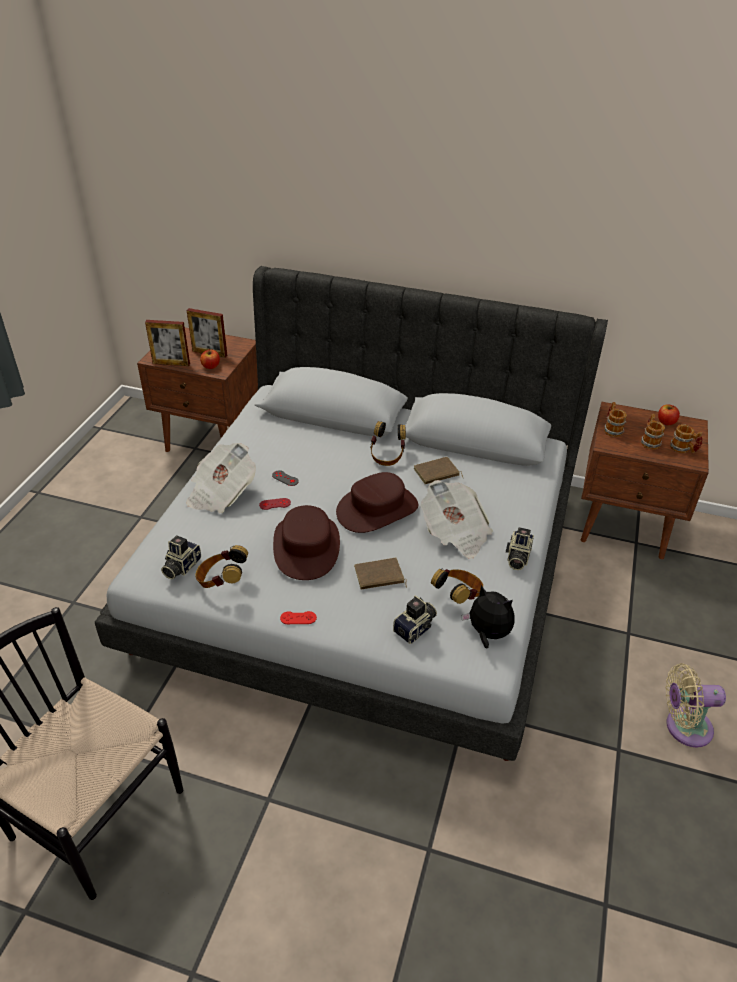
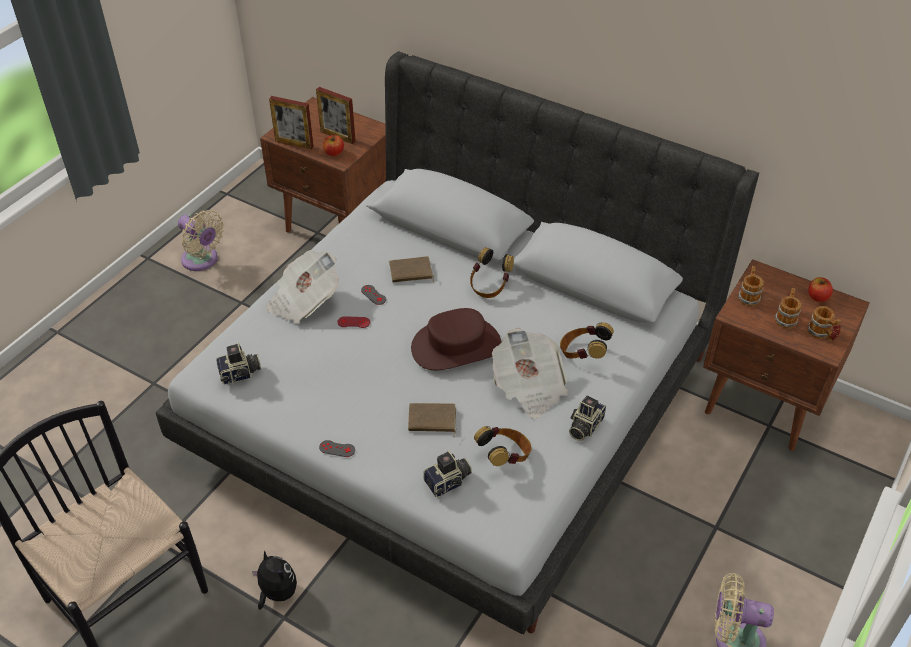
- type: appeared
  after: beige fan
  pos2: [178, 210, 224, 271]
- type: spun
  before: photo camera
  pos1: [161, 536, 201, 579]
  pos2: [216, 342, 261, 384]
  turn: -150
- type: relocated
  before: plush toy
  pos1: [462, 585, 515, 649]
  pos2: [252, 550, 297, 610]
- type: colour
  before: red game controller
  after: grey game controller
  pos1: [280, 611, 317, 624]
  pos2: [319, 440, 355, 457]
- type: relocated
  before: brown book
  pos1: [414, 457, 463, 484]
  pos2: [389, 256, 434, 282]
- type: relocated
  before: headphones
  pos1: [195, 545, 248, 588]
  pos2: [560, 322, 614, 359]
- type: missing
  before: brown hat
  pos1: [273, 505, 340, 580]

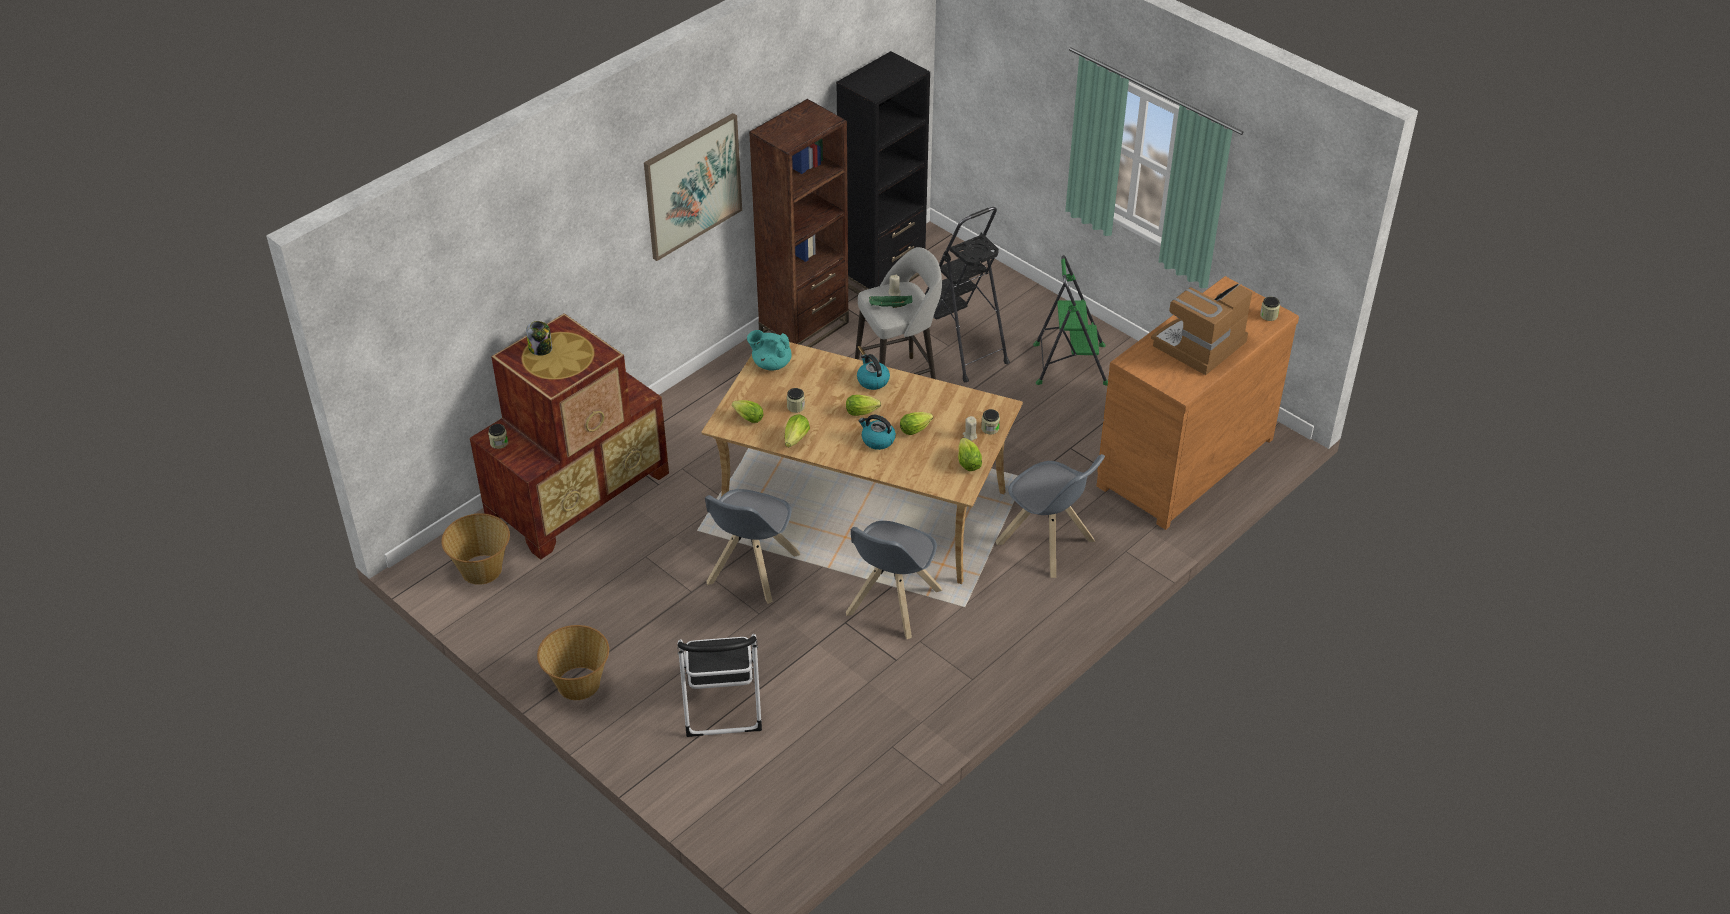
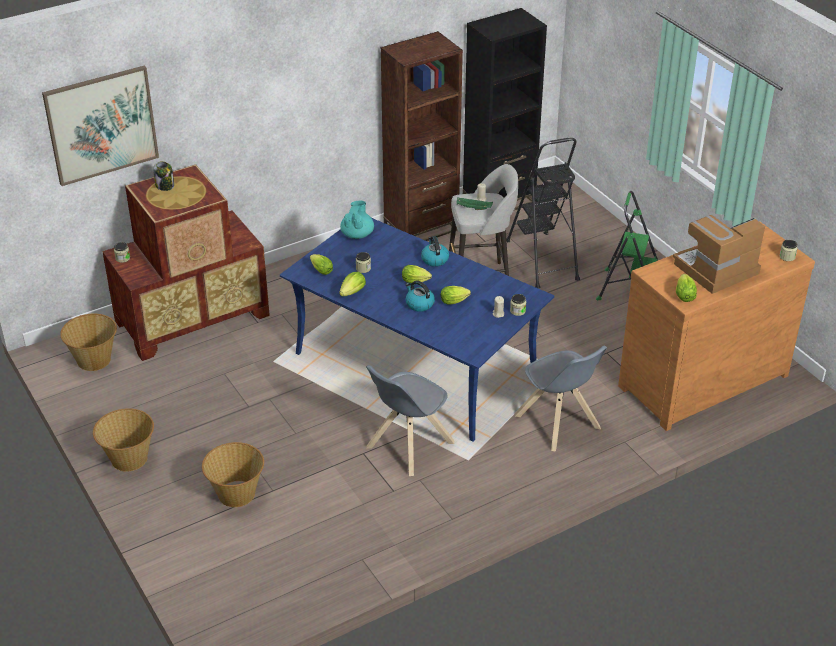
- type: relocated
  before: picture
  pos1: [644, 113, 742, 261]
  pos2: [42, 65, 159, 186]
- type: exchanged
  before: step ladder
  after: basket
  pos1: [678, 634, 762, 737]
  pos2: [202, 442, 264, 507]
- type: colour
  before: beige dining table
  after: blue dining table
  pos1: [701, 342, 1023, 584]
  pos2: [280, 218, 554, 442]
- type: spun
  before: turquoise teapot
  pos1: [747, 330, 792, 371]
  pos2: [340, 201, 374, 239]
  turn: 75
- type: relocated
  before: lettuce
  pos1: [958, 438, 982, 471]
  pos2: [676, 274, 697, 302]
- type: missing
  before: grey chair
  pos1: [705, 489, 800, 604]

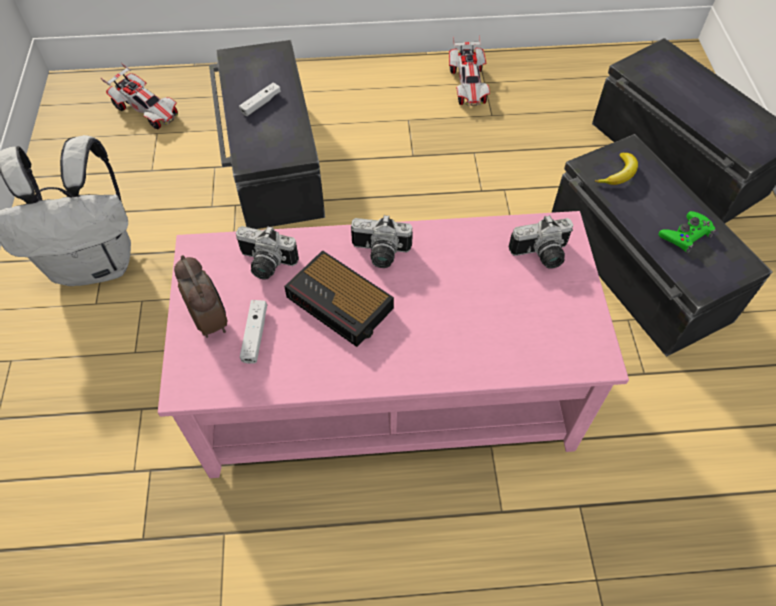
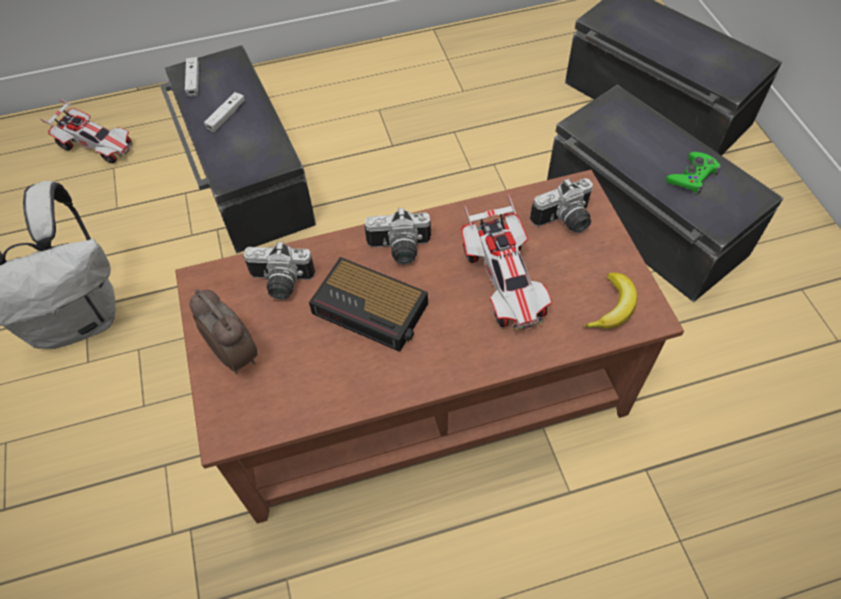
- type: colour
  before: pink coffee table
  after: brown coffee table
  pos1: [158, 211, 629, 478]
  pos2: [175, 170, 684, 524]
- type: relocated
  before: white game controller
  pos1: [240, 300, 267, 364]
  pos2: [185, 57, 199, 97]
- type: relocated
  before: toy car
  pos1: [449, 35, 490, 106]
  pos2: [461, 194, 552, 330]
- type: relocated
  before: banana
  pos1: [595, 153, 638, 185]
  pos2: [583, 273, 637, 329]

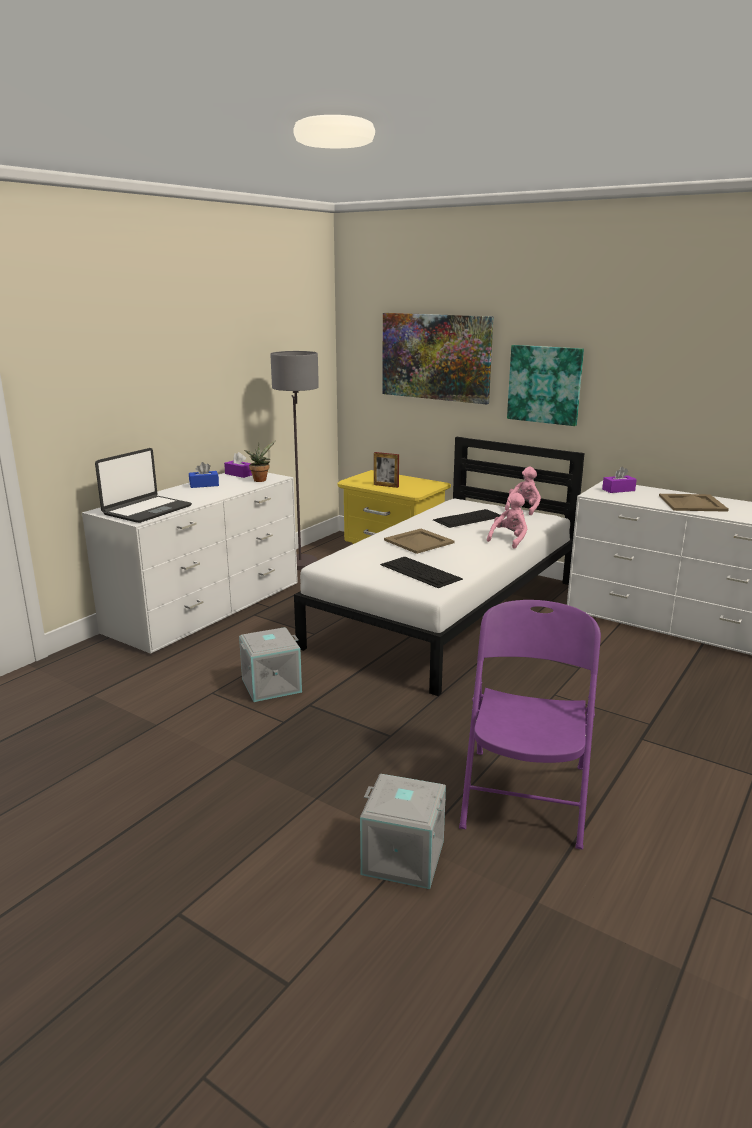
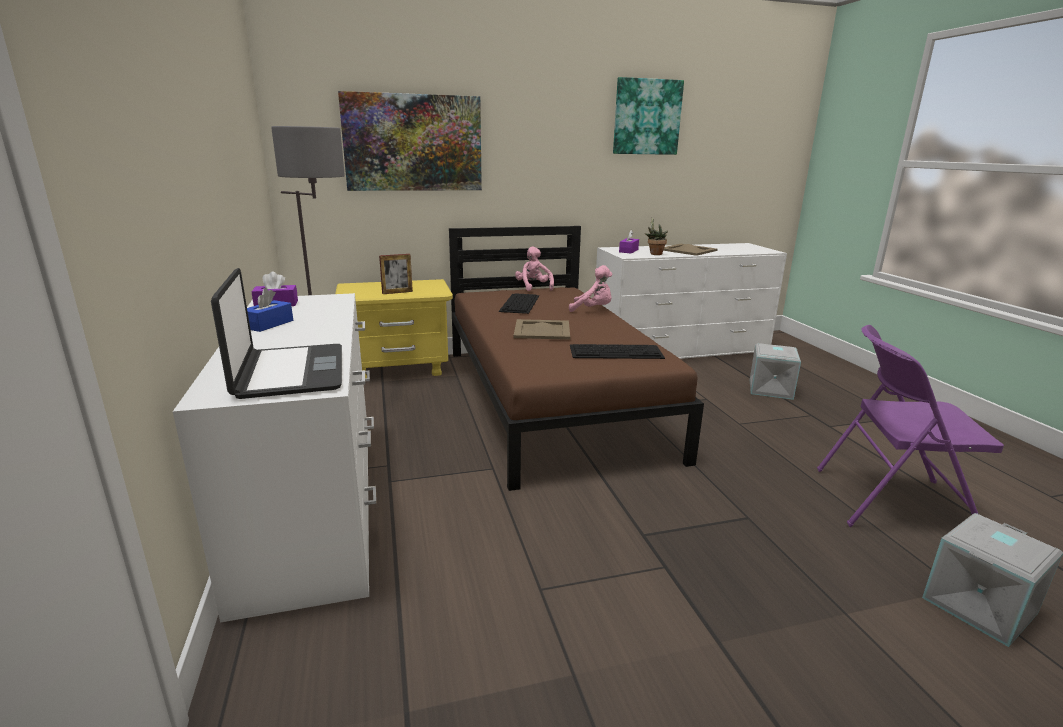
- type: colour
  before: white bed
  after: brown bed
  pos1: [294, 437, 585, 696]
  pos2: [449, 226, 704, 491]
- type: spun
  before: pink plush toy
  pos1: [487, 493, 527, 549]
  pos2: [569, 265, 612, 312]
  turn: 120
- type: relocated
  before: picture
  pos1: [507, 345, 584, 426]
  pos2: [613, 77, 684, 155]
- type: relocated
  before: potted plant
  pos1: [244, 441, 275, 482]
  pos2: [645, 217, 668, 255]
- type: relocated
  before: grey storage box
  pos1: [239, 627, 302, 702]
  pos2: [750, 343, 801, 400]
- type: spun
  before: purple chair
  pos1: [459, 600, 601, 850]
  pos2: [817, 325, 1004, 527]
  turn: -45

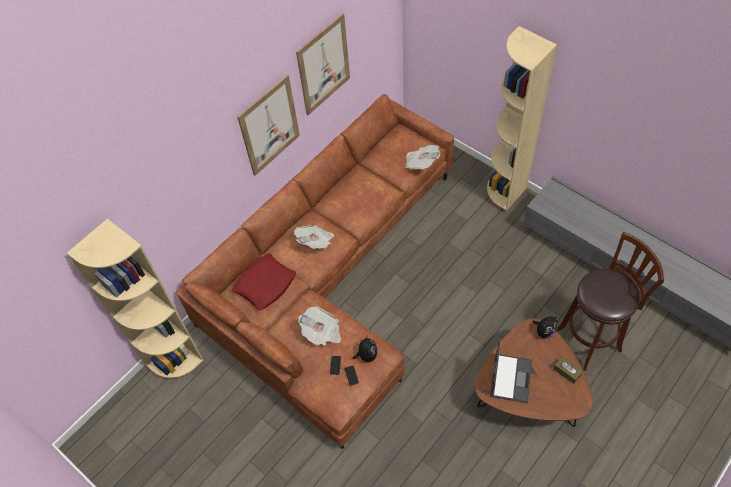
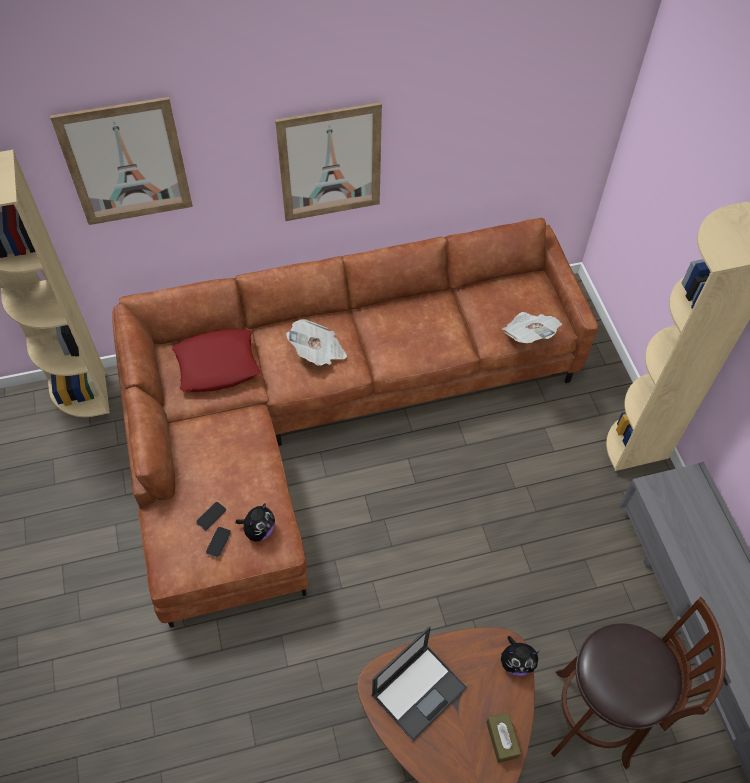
- type: relocated
  before: picture
  pos1: [296, 13, 350, 115]
  pos2: [50, 97, 193, 225]
- type: missing
  before: newspaper
  pos1: [298, 306, 341, 345]

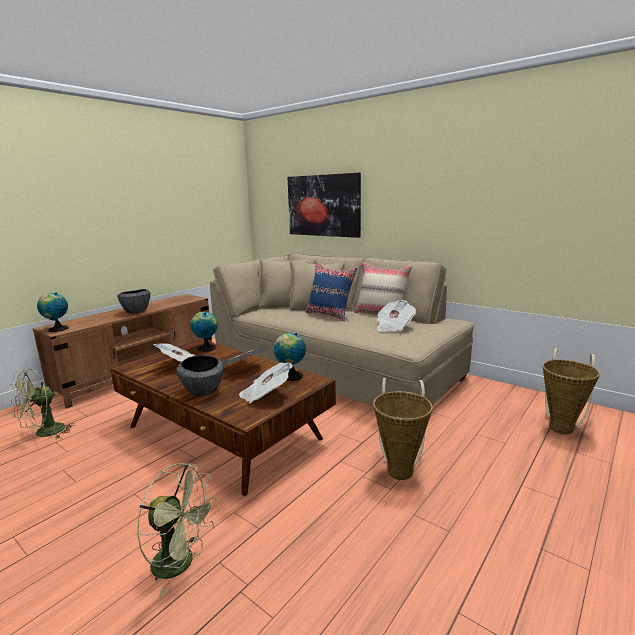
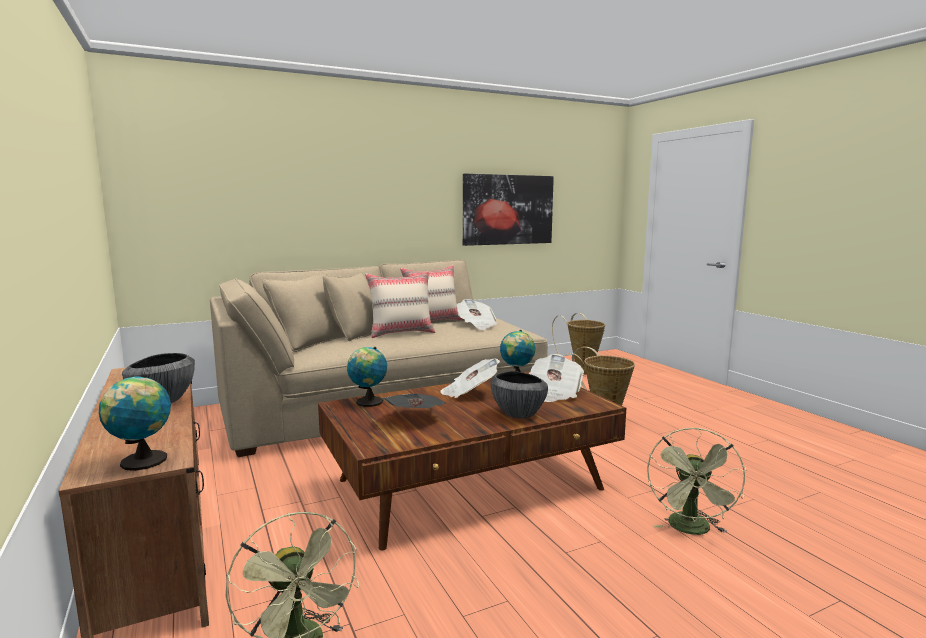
- type: colour
  before: blue pillow
  after: beige pillow
  pos1: [305, 263, 357, 322]
  pos2: [365, 271, 435, 338]
- type: relocated
  before: picture
  pos1: [287, 173, 361, 238]
  pos2: [463, 174, 554, 246]
- type: spun
  before: green fan
  pos1: [137, 463, 217, 596]
  pos2: [647, 428, 747, 535]
  turn: 150

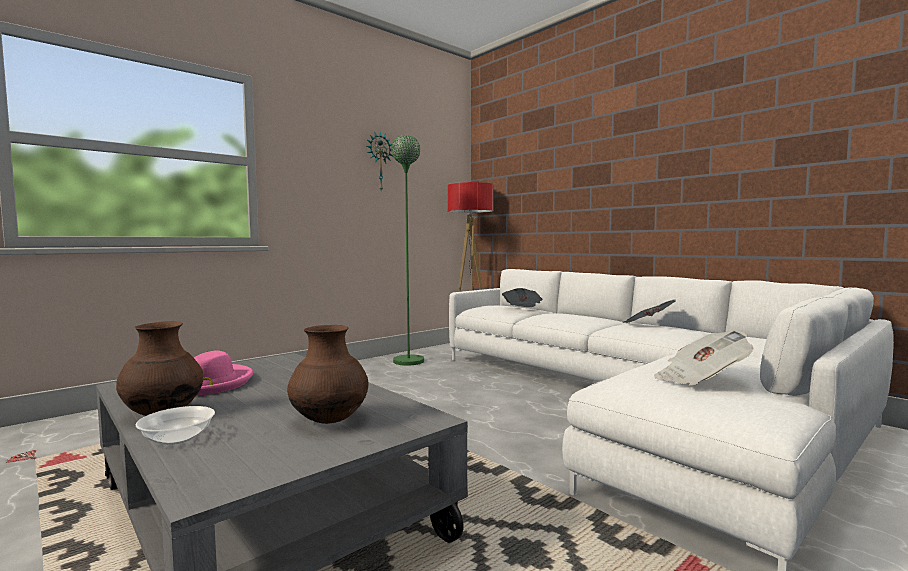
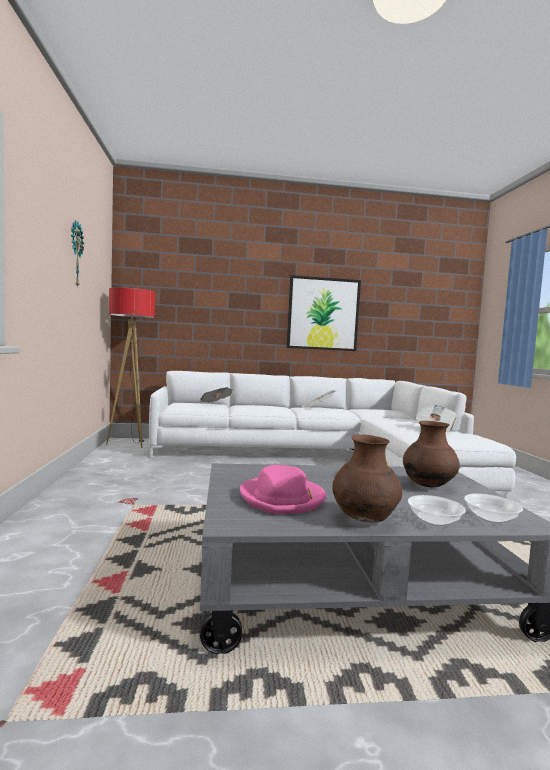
- type: appeared
  after: picture
  pos2: [287, 275, 361, 351]
- type: appeared
  after: bowl
  pos2: [464, 493, 523, 524]
- type: missing
  before: green floor lamp
  pos1: [391, 136, 424, 366]

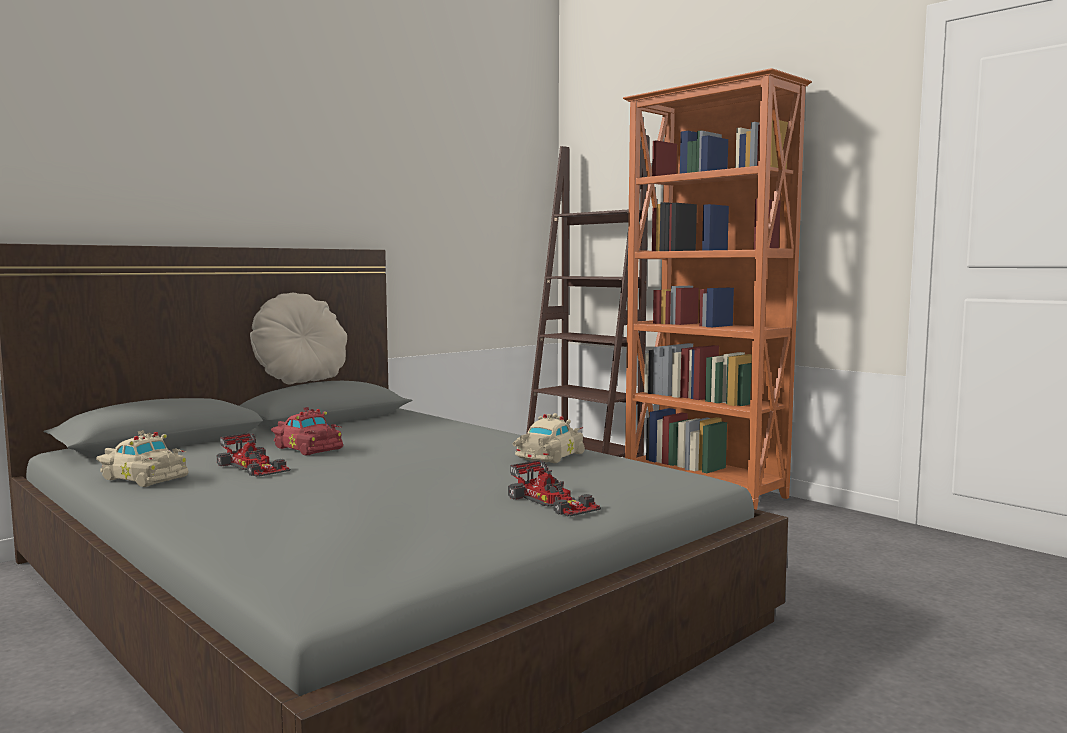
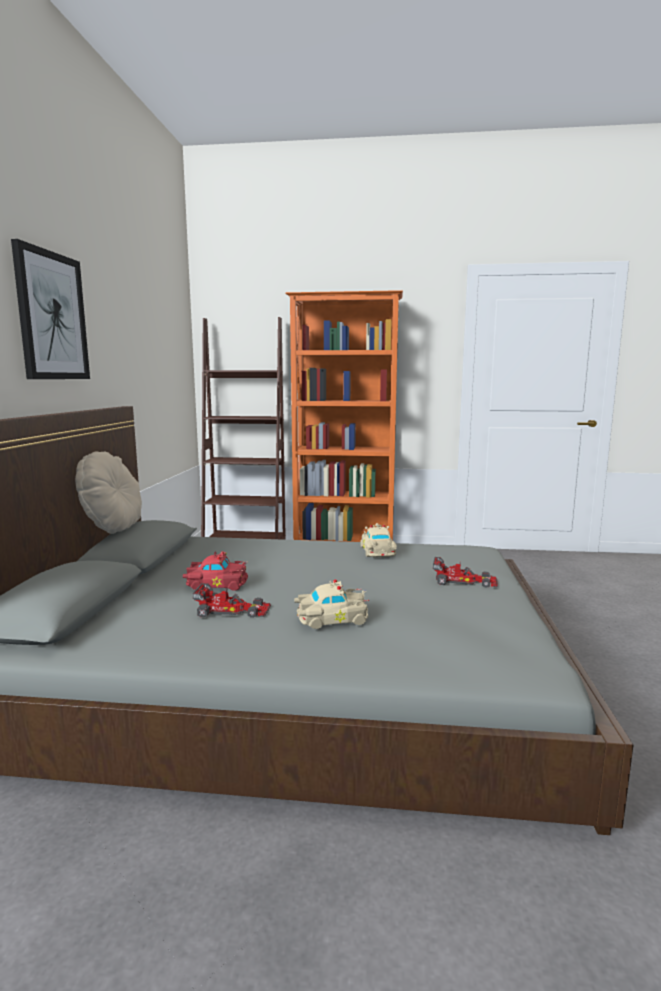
- type: appeared
  after: picture
  pos2: [11, 239, 90, 379]
- type: relocated
  before: beige toy car
  pos1: [96, 430, 188, 487]
  pos2: [294, 579, 369, 629]

